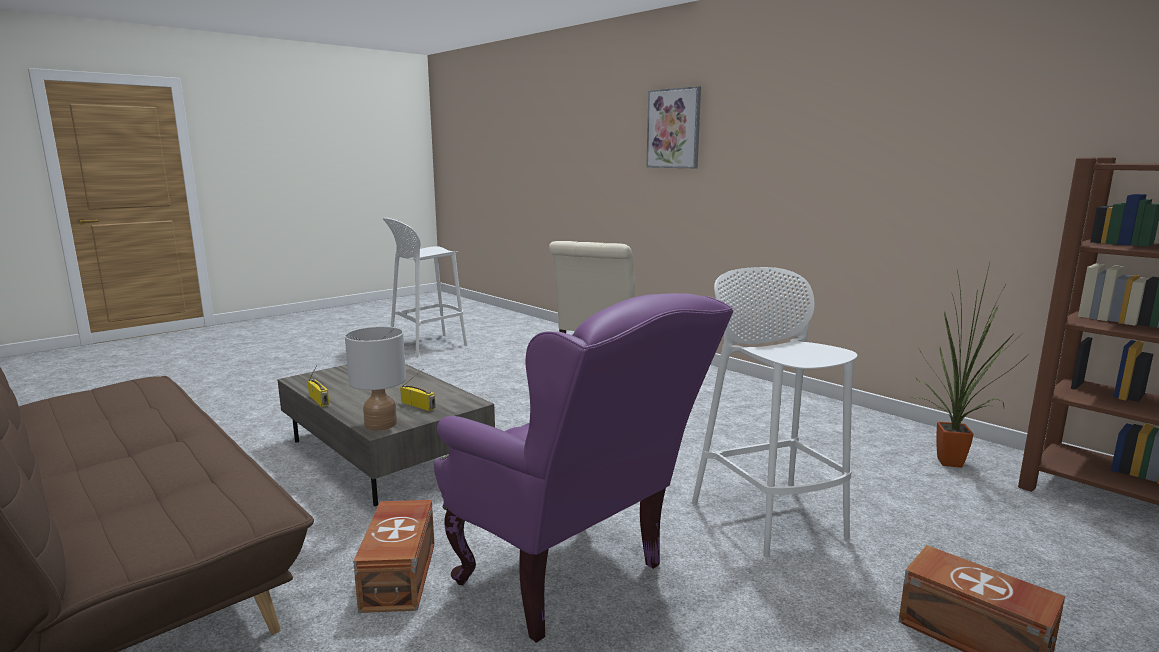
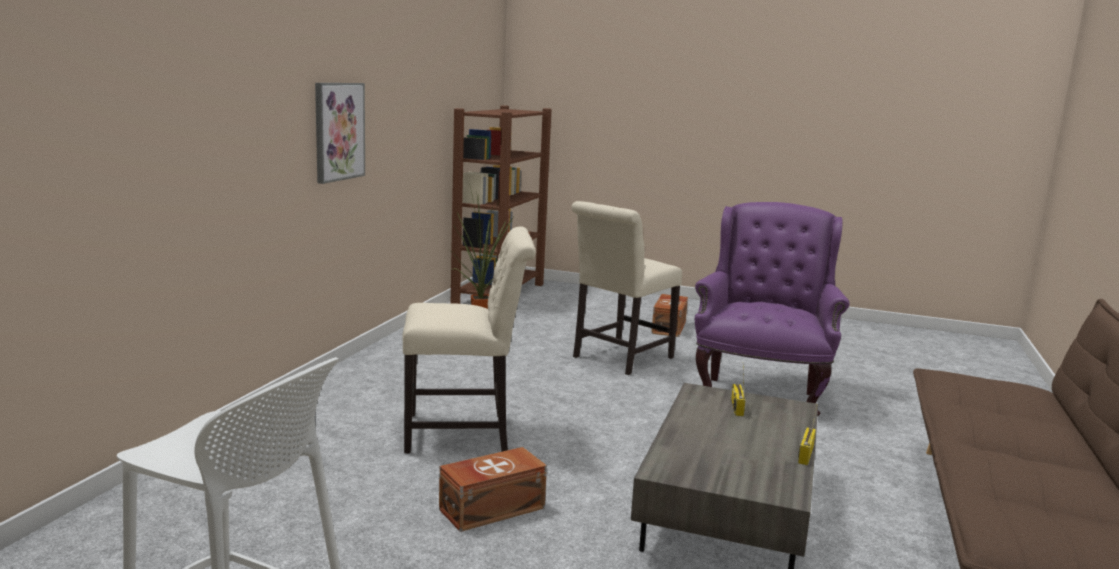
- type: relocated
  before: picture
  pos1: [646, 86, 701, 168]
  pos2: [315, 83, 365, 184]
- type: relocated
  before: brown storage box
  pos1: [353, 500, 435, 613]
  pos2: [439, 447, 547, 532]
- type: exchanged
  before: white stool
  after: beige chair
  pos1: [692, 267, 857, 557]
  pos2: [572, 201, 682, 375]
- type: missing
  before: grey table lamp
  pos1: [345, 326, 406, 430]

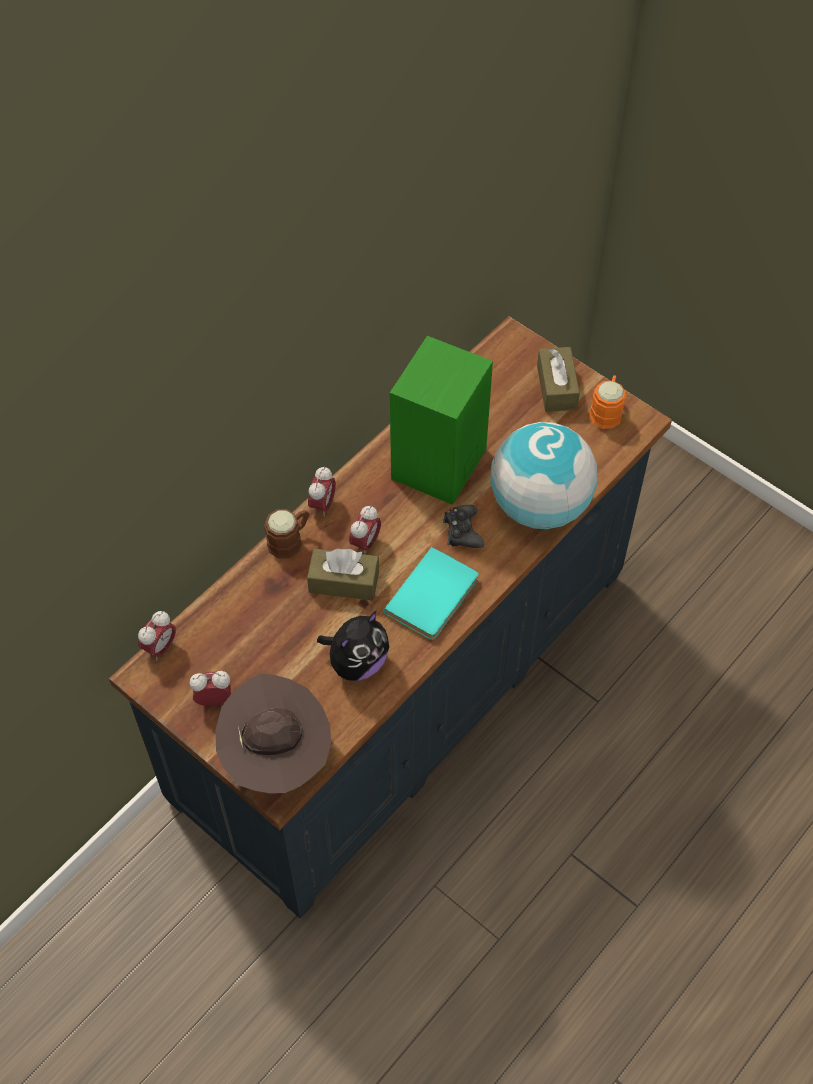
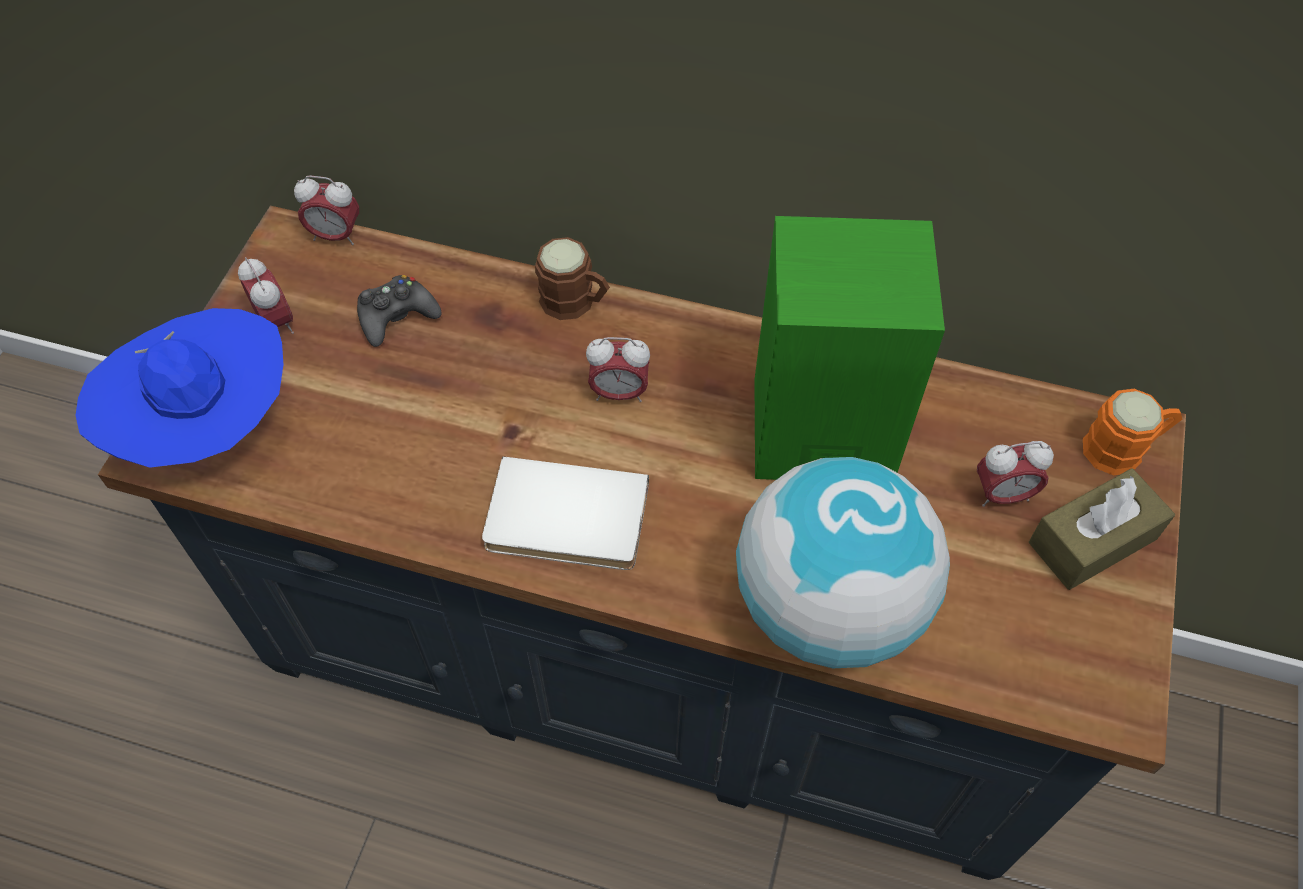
- type: colour
  before: brown hat
  after: blue hat
  pos1: [215, 674, 331, 794]
  pos2: [76, 308, 284, 468]
- type: relocated
  before: black game controller
  pos1: [443, 505, 484, 548]
  pos2: [357, 275, 442, 347]
- type: colour
  before: turquoise book
  after: white book
  pos1: [384, 547, 478, 640]
  pos2: [482, 456, 649, 570]
- type: relocated
  before: alarm clock
  pos1: [308, 466, 336, 517]
  pos2: [977, 441, 1054, 507]
- type: relocated
  before: orange mug
  pos1: [589, 375, 626, 429]
  pos2: [1083, 389, 1182, 475]
- type: missing
  before: brown tissue box
  pos1: [307, 548, 379, 600]
- type: missing
  before: plush toy
  pos1: [317, 611, 389, 681]

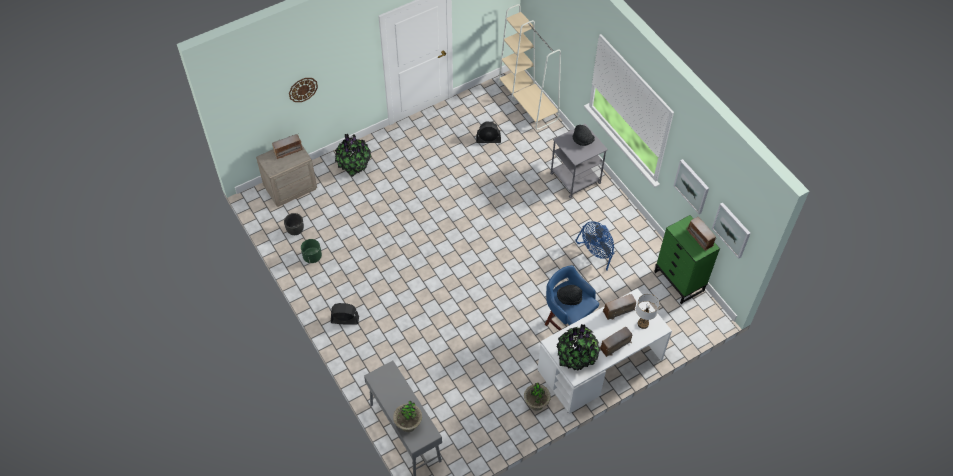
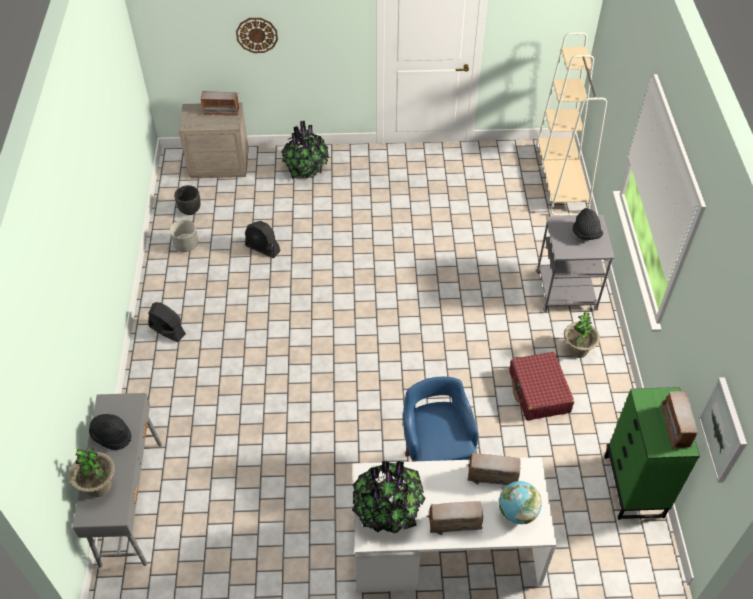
- type: relocated
  before: black hat
  pos1: [557, 285, 582, 305]
  pos2: [89, 414, 131, 450]
- type: colour
  before: green planter
  after: grey planter
  pos1: [301, 239, 322, 263]
  pos2: [170, 220, 199, 252]
- type: relocated
  before: black fan
  pos1: [476, 122, 501, 143]
  pos2: [245, 221, 281, 258]
- type: exchanged
  before: table lamp
  after: globe
  pos1: [636, 294, 660, 329]
  pos2: [499, 481, 542, 524]
- type: exchanged
  before: blue fan
  after: red suitcase
  pos1: [576, 221, 615, 270]
  pos2: [509, 352, 574, 420]
- type: relocated
  before: potted plant
  pos1: [524, 383, 551, 411]
  pos2: [564, 312, 600, 358]
- type: missing
  before: picture
  pos1: [673, 159, 709, 214]

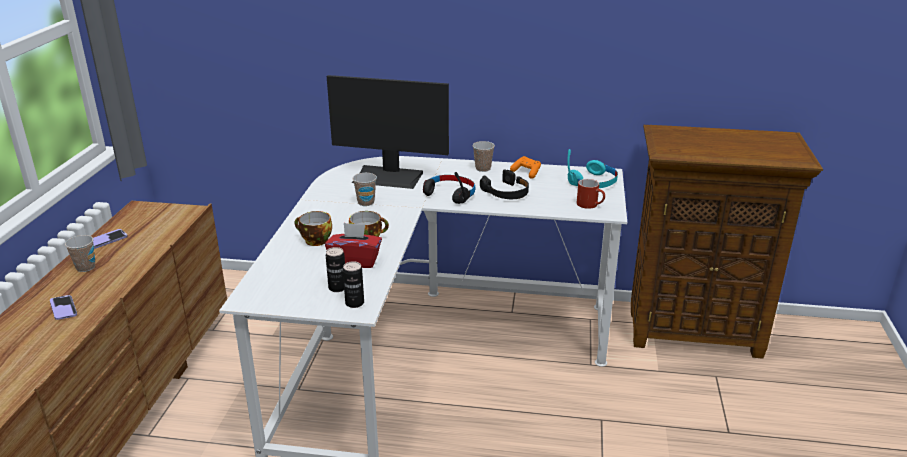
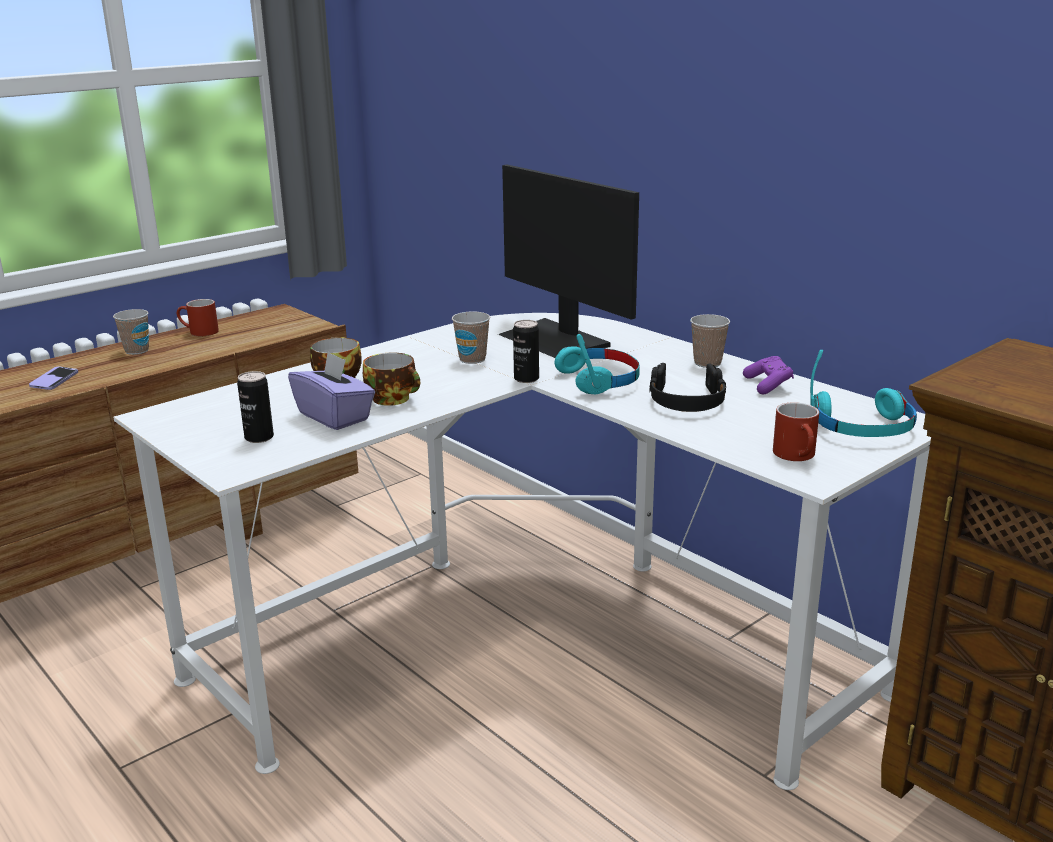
- type: exchanged
  before: phone
  after: red mug
  pos1: [93, 229, 128, 249]
  pos2: [177, 299, 219, 336]
- type: colour
  before: red tissue box
  after: purple tissue box
  pos1: [325, 223, 382, 268]
  pos2: [288, 352, 375, 430]
- type: relocated
  before: can
  pos1: [343, 261, 364, 308]
  pos2: [513, 320, 539, 383]
- type: colour
  before: black headphones
  after: turquoise headphones
  pos1: [423, 172, 476, 204]
  pos2: [554, 334, 640, 395]
- type: colour
  before: orange game controller
  after: purple game controller
  pos1: [510, 156, 541, 179]
  pos2: [743, 356, 794, 394]

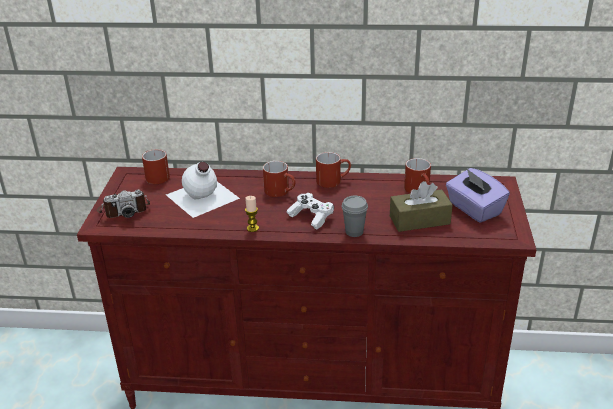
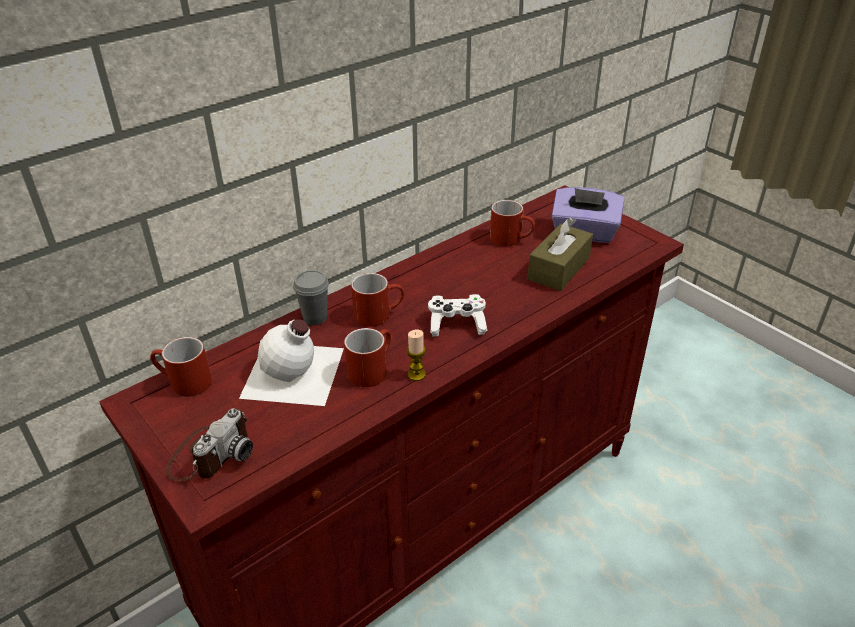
- type: relocated
  before: grey cup
  pos1: [341, 196, 368, 237]
  pos2: [293, 270, 329, 325]
- type: relocated
  before: red mug
  pos1: [316, 152, 351, 188]
  pos2: [344, 328, 391, 387]

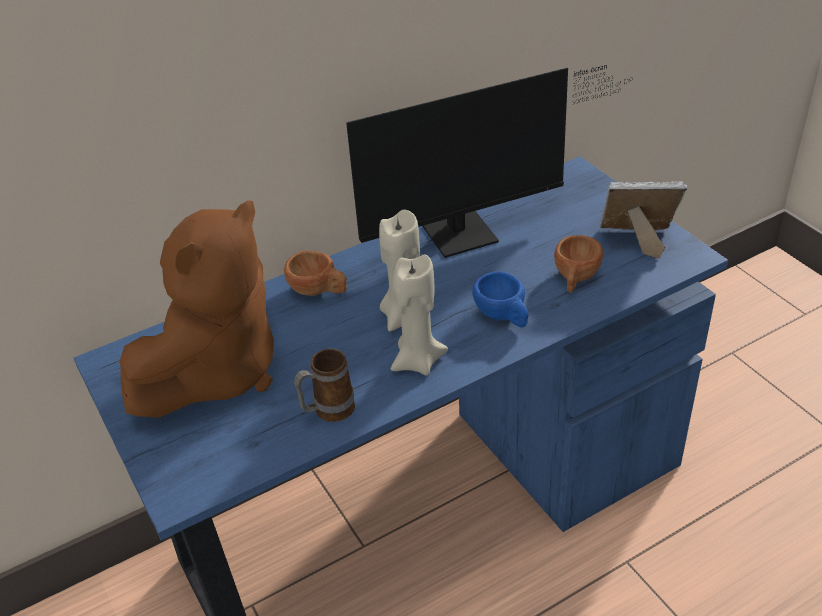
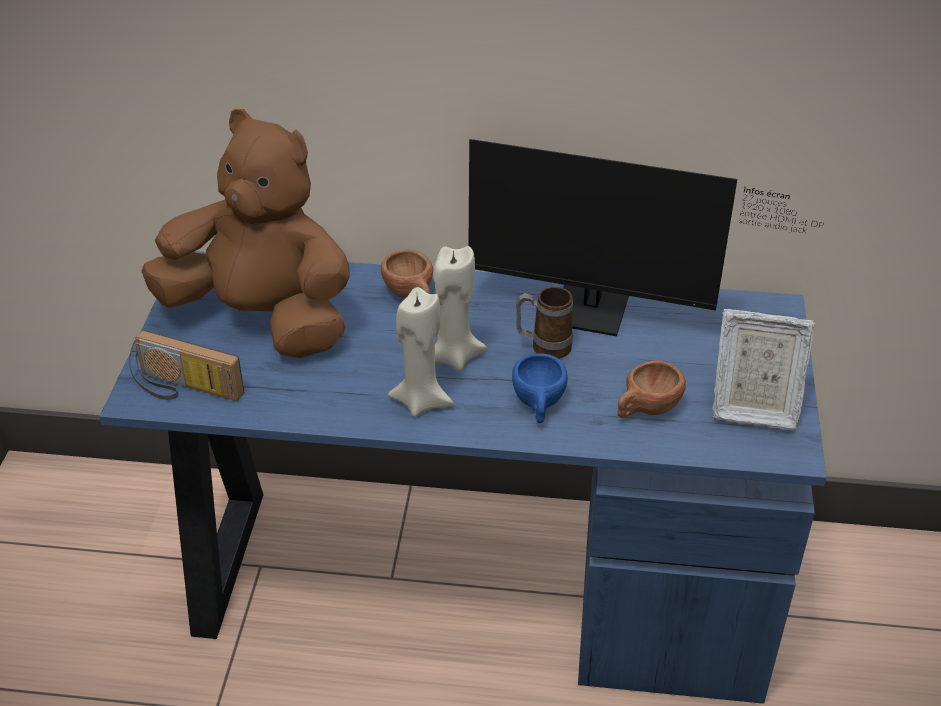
- type: appeared
  after: radio
  pos2: [129, 330, 244, 401]
- type: spun
  before: brown plush toy
  pos1: [119, 200, 274, 418]
  pos2: [141, 109, 350, 358]
  turn: -135
- type: relocated
  before: mug
  pos1: [294, 349, 355, 422]
  pos2: [516, 287, 573, 359]
- type: spun
  before: picture frame
  pos1: [600, 182, 688, 259]
  pos2: [712, 309, 815, 430]
  turn: 150

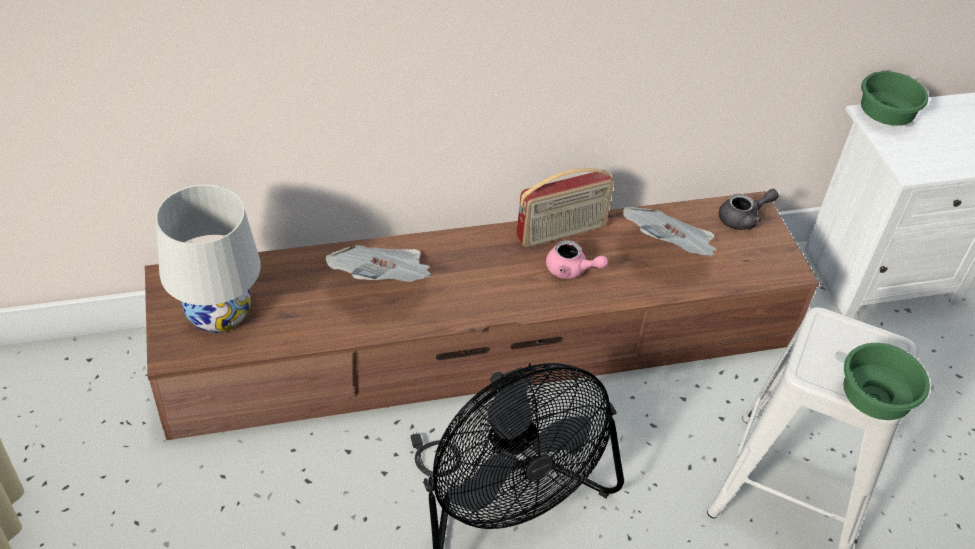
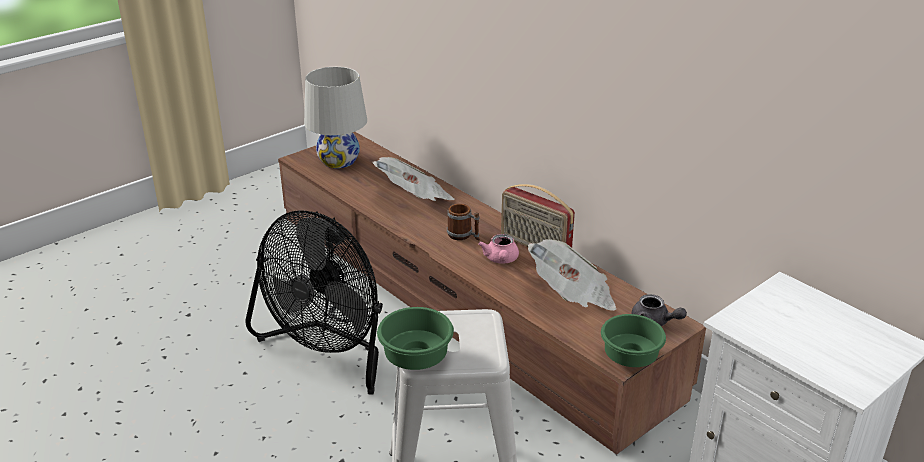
- type: appeared
  after: mug
  pos2: [447, 204, 480, 241]
- type: relocated
  before: green bowl
  pos1: [861, 71, 928, 126]
  pos2: [601, 314, 666, 367]

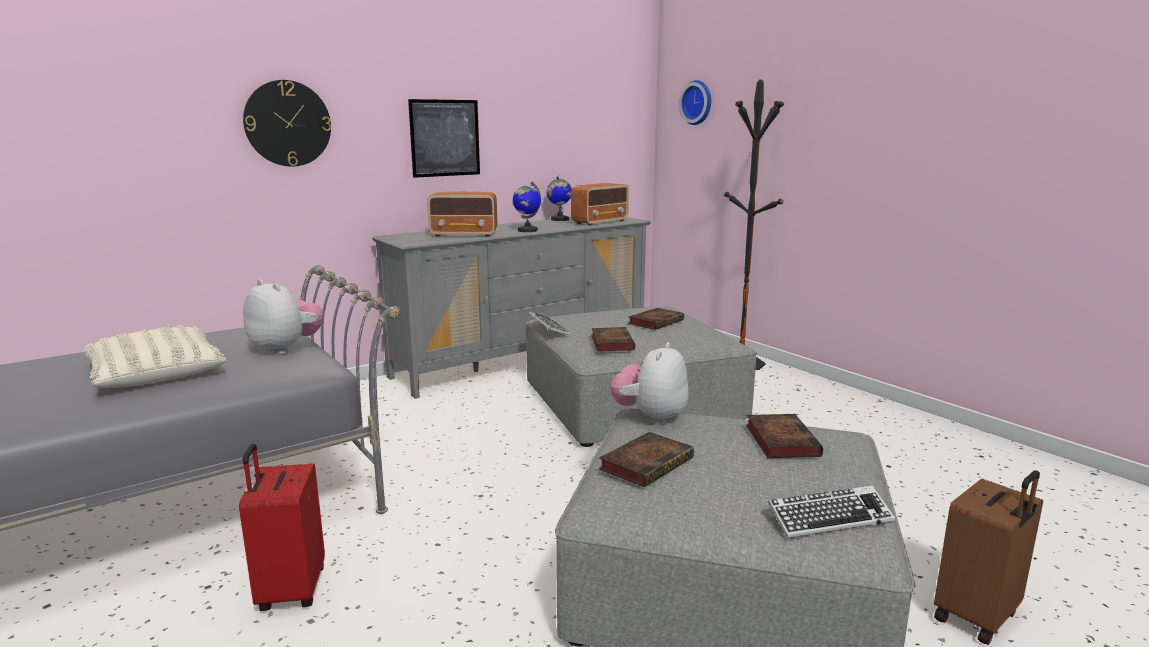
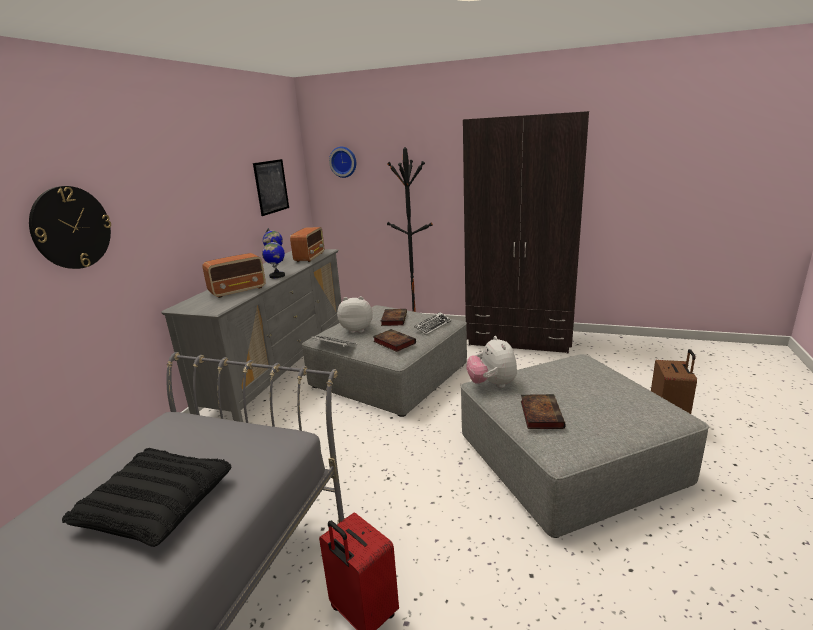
- type: colour
  before: beige pillow
  after: black pillow
  pos1: [84, 325, 226, 388]
  pos2: [62, 448, 231, 547]
- type: relocated
  before: picture
  pos1: [408, 99, 480, 178]
  pos2: [253, 159, 289, 216]
- type: relocated
  before: plush toy
  pos1: [243, 279, 324, 355]
  pos2: [337, 296, 373, 333]
- type: relocated
  before: keyboard
  pos1: [768, 485, 895, 539]
  pos2: [414, 312, 452, 335]
- type: appeared
  after: brown wardrobe
  pos2: [463, 111, 589, 354]
- type: missing
  before: book
  pos1: [746, 414, 823, 458]

